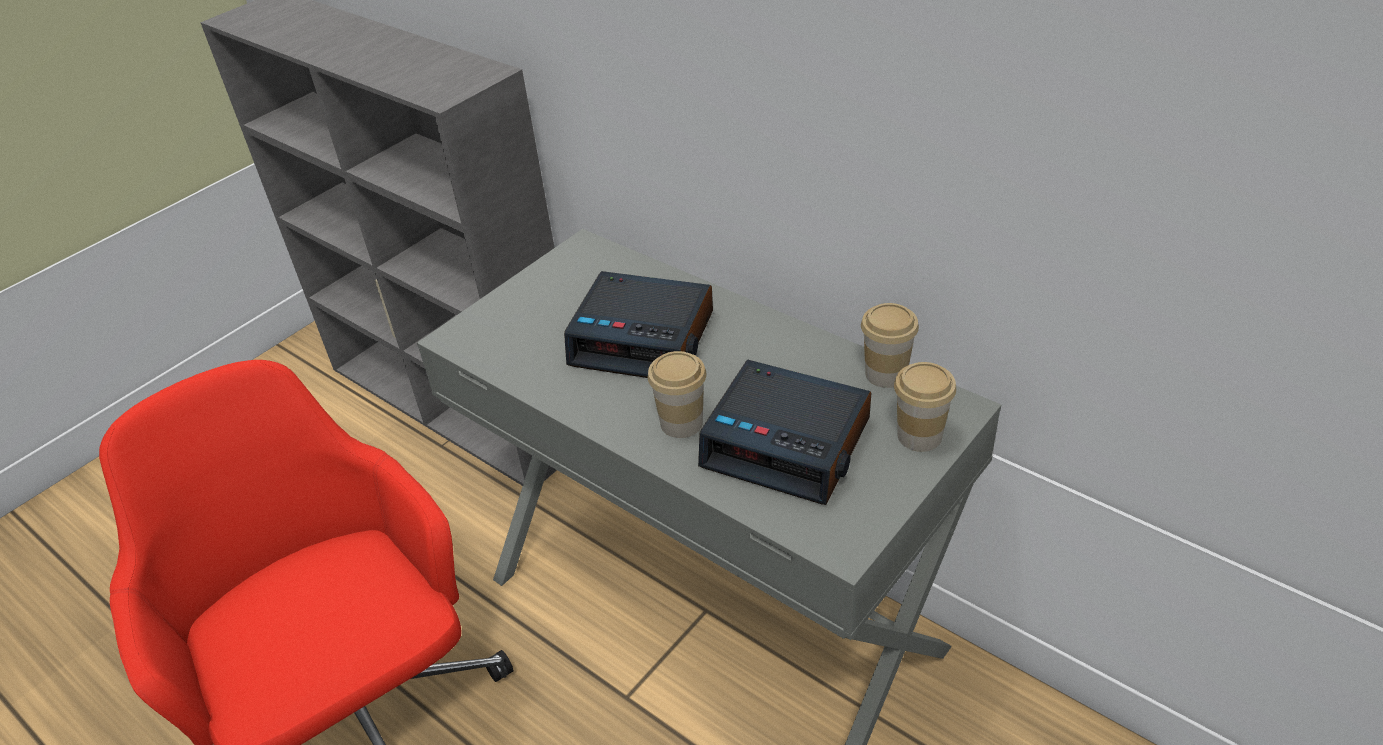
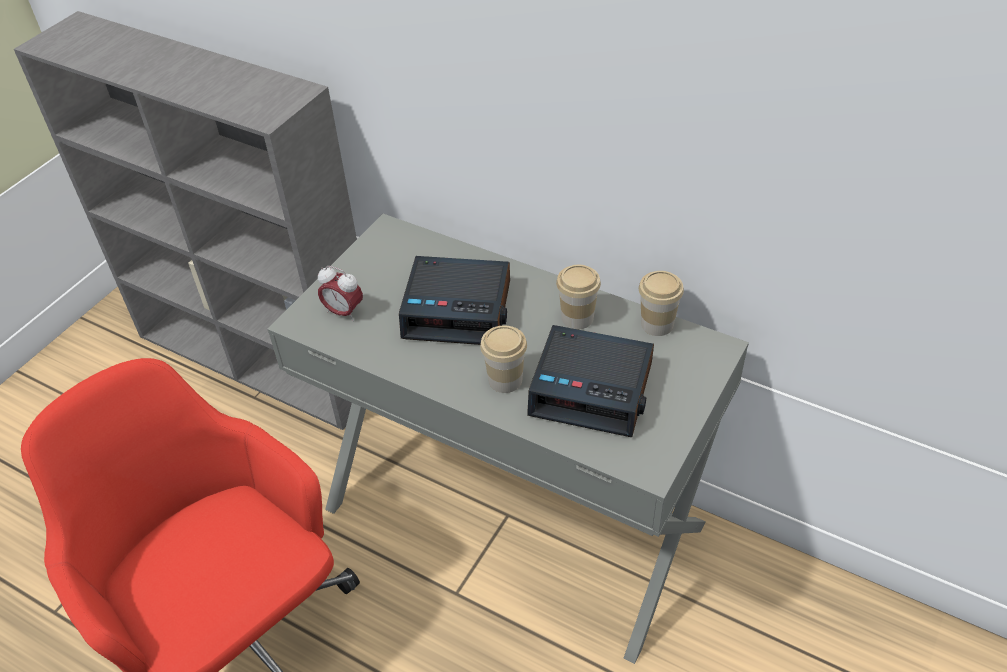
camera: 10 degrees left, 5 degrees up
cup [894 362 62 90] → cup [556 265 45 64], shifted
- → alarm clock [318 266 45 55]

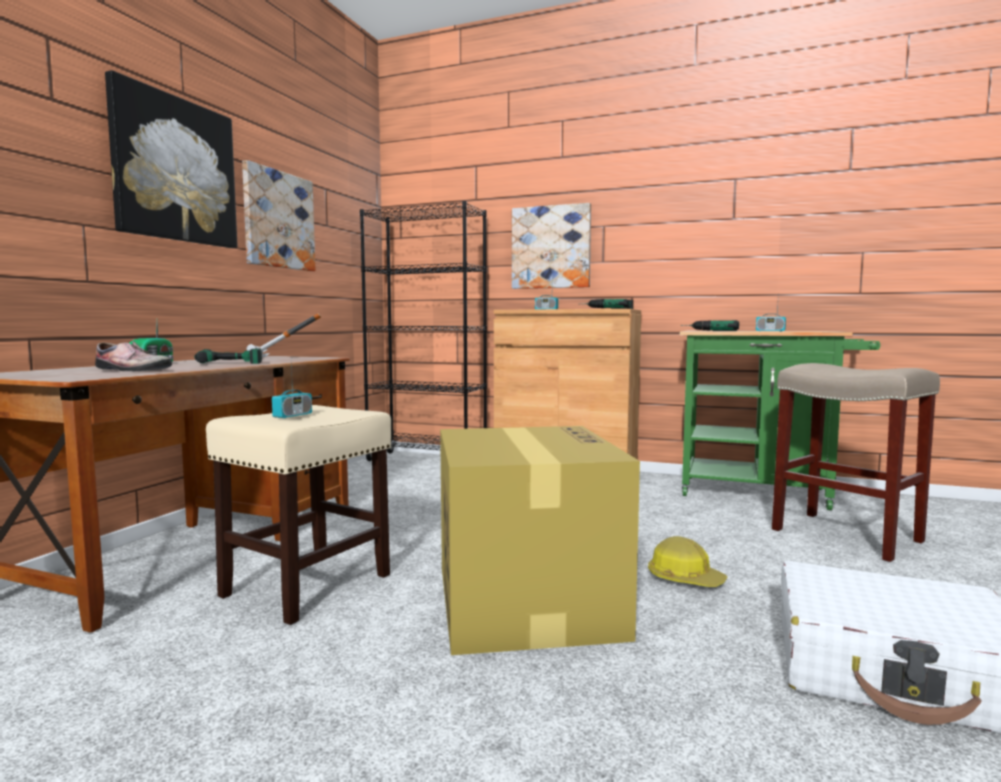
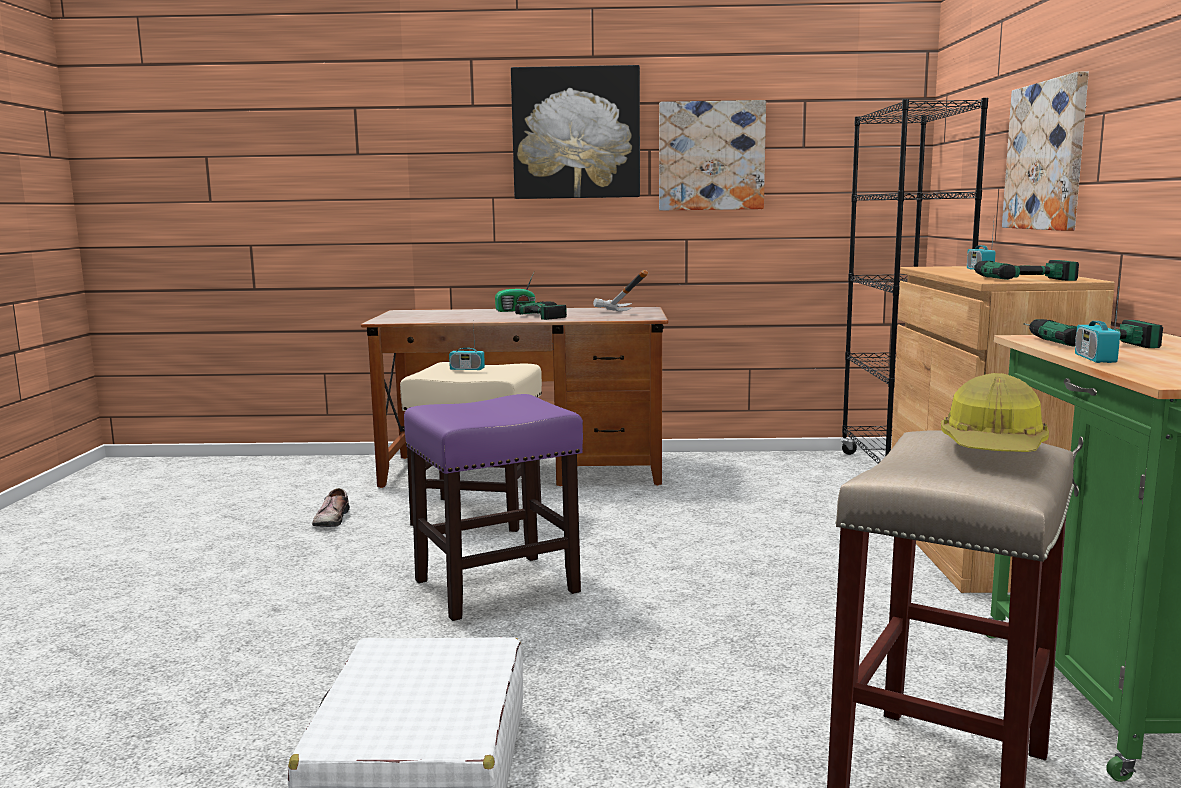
camera: 70 degrees right, 5 degrees up
shoe [95 341 77 30] → shoe [312 488 38 39], shifted
cardboard box [440 426 200 229] → stool (purple) [404 394 179 227]
hard hat [648 536 79 51] → hard hat [941 373 108 79], shifted

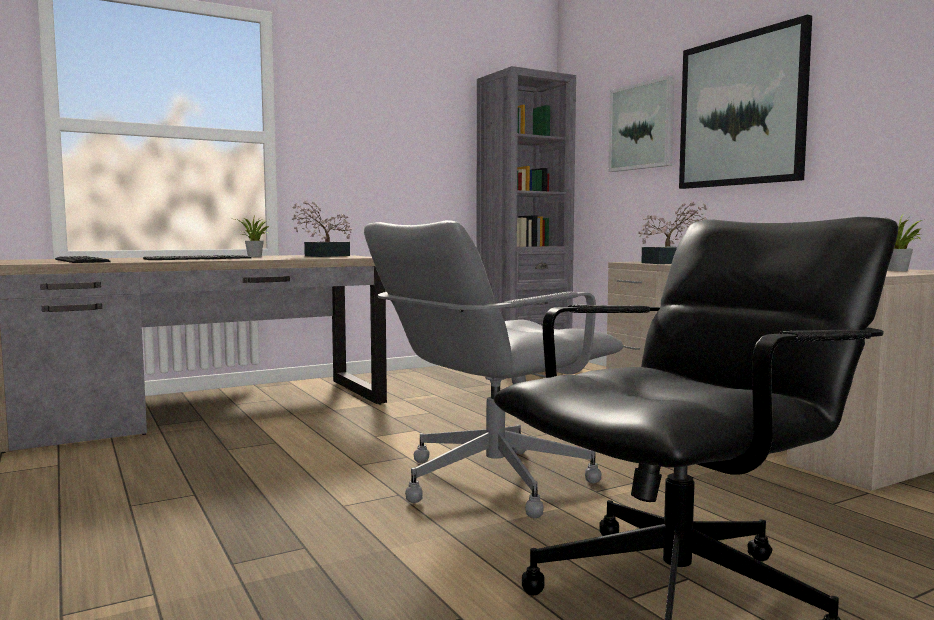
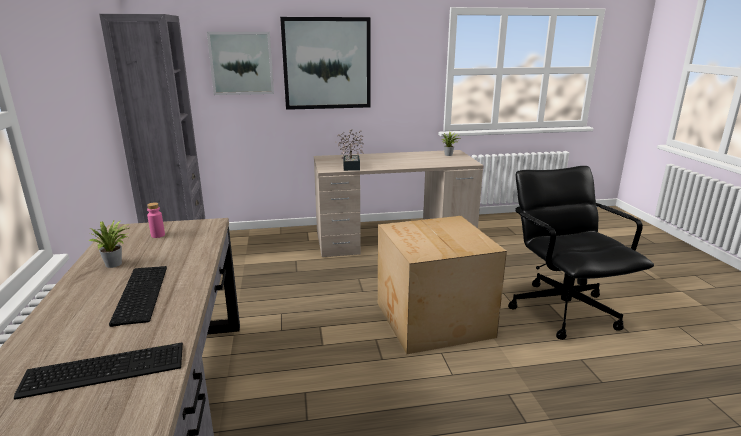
camera: 70 degrees left, 15 degrees up
potted plant [292 201 60 56] → bottle (pink) [147 202 18 36]
office chair (grey) [364 220 259 298] → cardboard box [378 216 129 138]

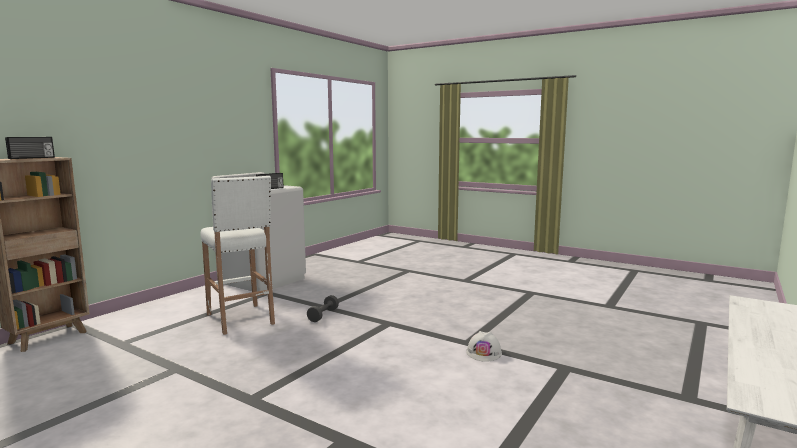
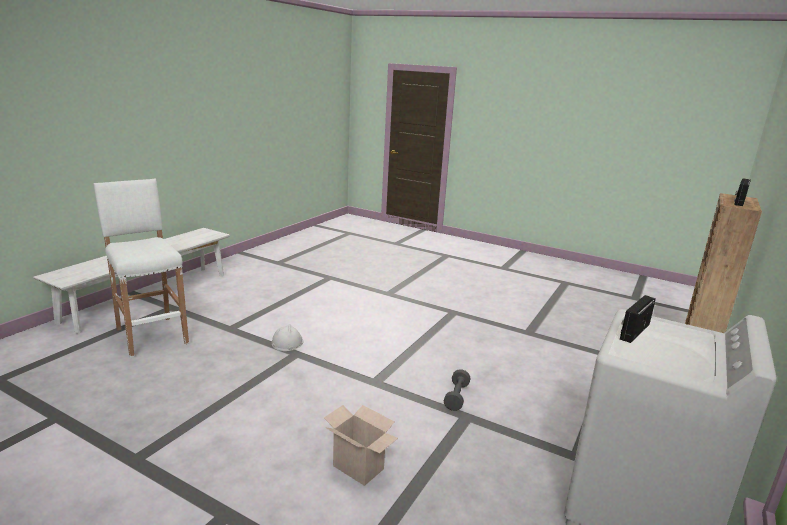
camera: 175 degrees right, 10 degrees up
stool (white) [200 176 75 159] → stool (white) [93 179 96 179], shifted
- → cardboard box [324 405 74 81]

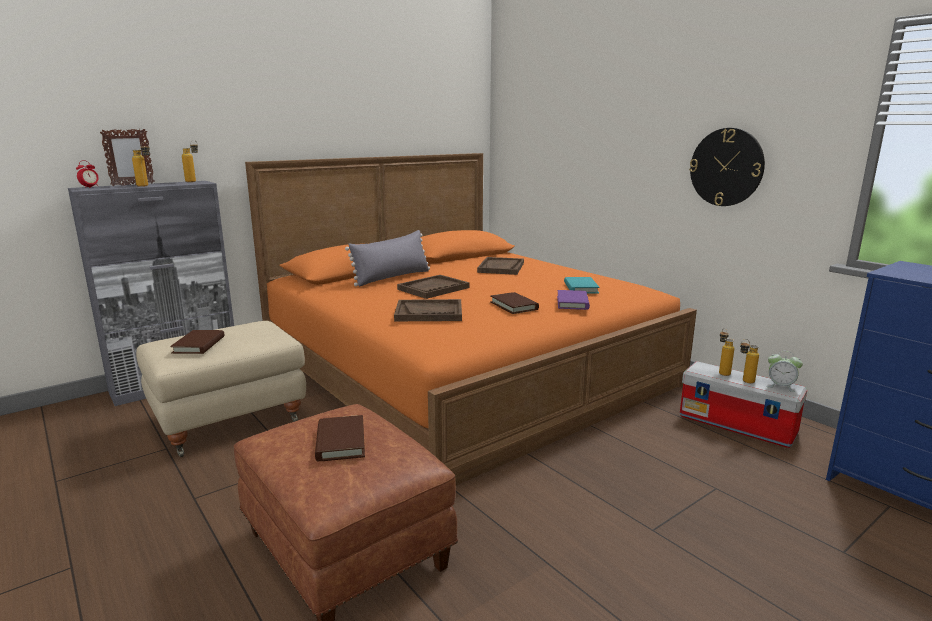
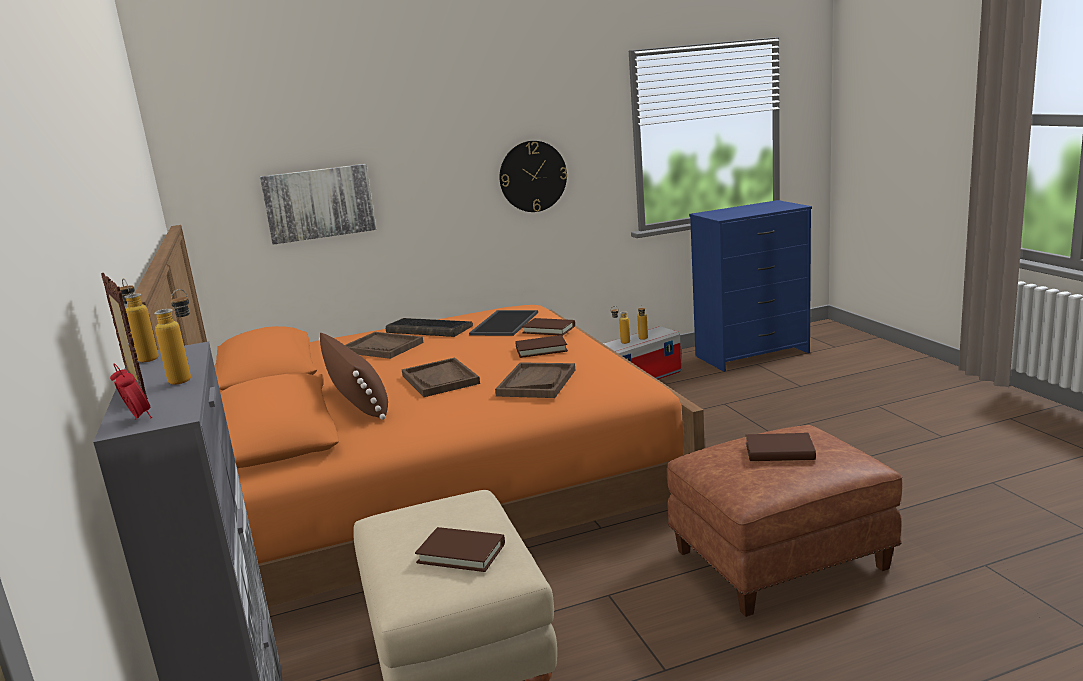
camera: 70 degrees left, 0 degrees up
pillow (grey) [345 230 85 56] → pillow (brown) [319 333 69 87]
book (turquoise) [564 277 36 17] → tray [469 310 69 26]
book (purple) [557 290 33 20] → book (brown) [522 318 53 18]
alarm clock [767 351 36 41] → -
- → picture [260 164 116 81]
- → keyboard [386 318 87 19]

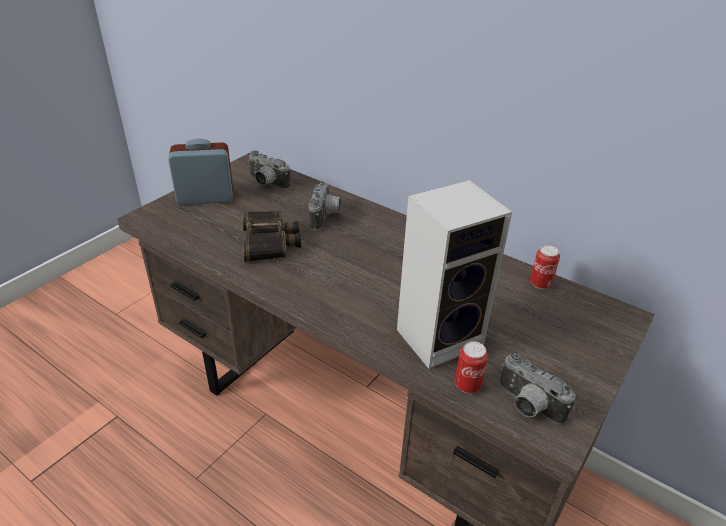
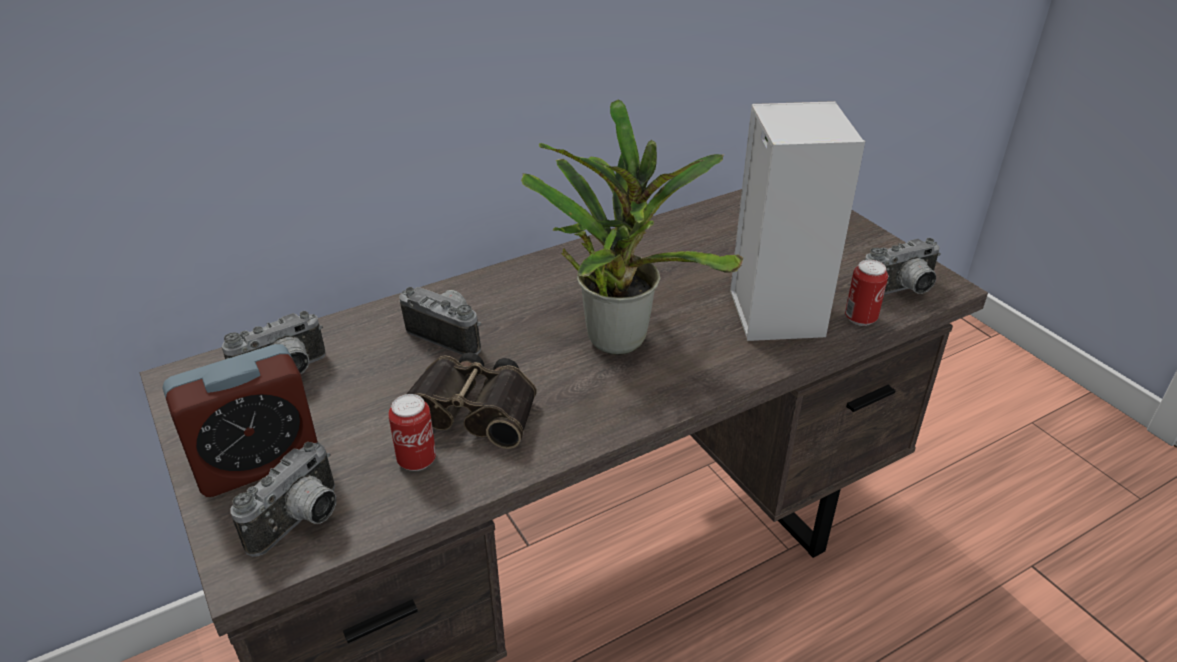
camera: 65 degrees left, 0 degrees up
alarm clock [168 138 65 67] → alarm clock [162 344 156 153], 135 degrees counterclockwise
can [530 245 30 44] → can [388 394 48 77], shifted
- → potted plant [521 99 222 256]
- → photo camera [230 442 106 115]

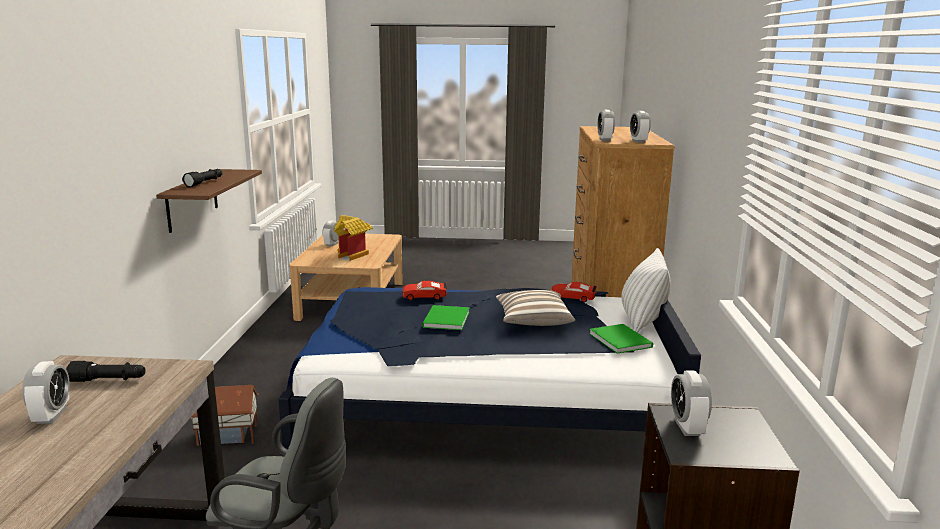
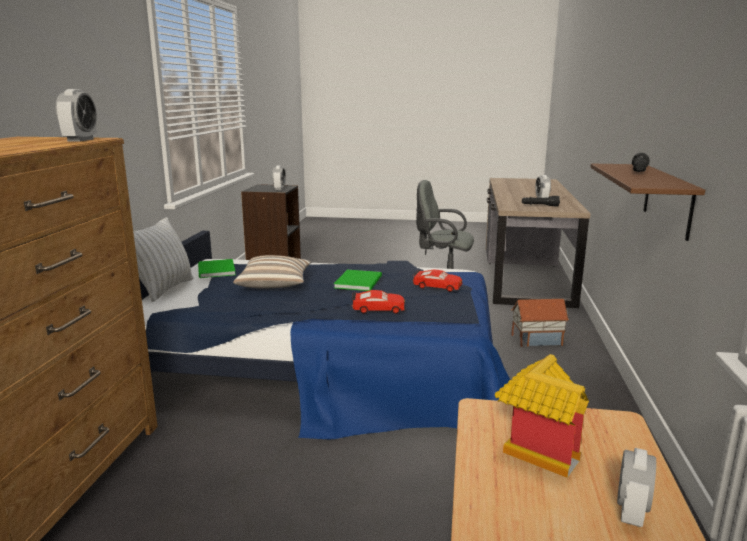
camera: 175 degrees left, 0 degrees up
alarm clock [630 111 21 32] → -
toy car (red) [551 282 46 20] → toy car (red) [413 269 49 23], shifted

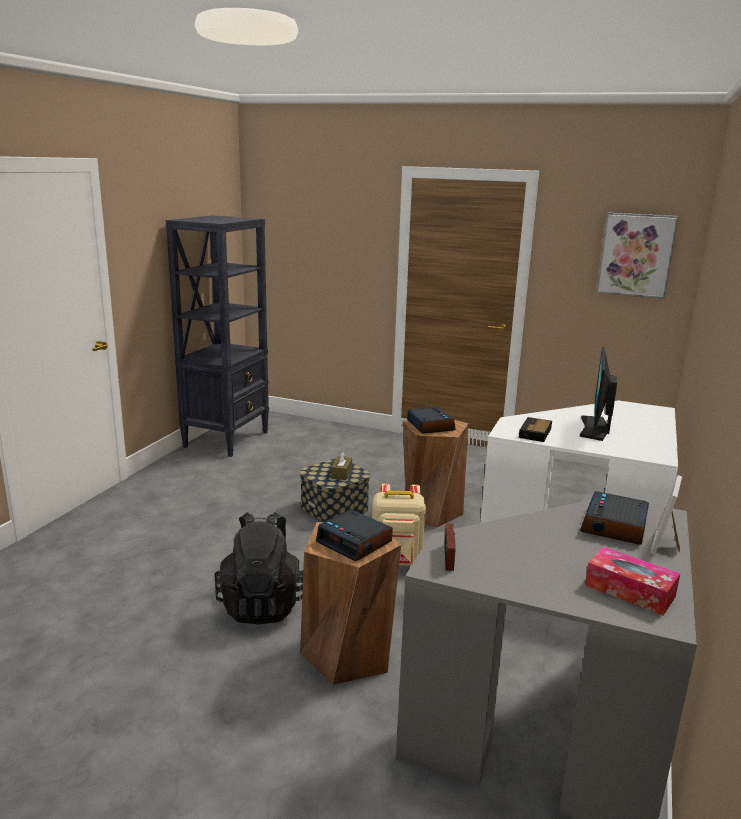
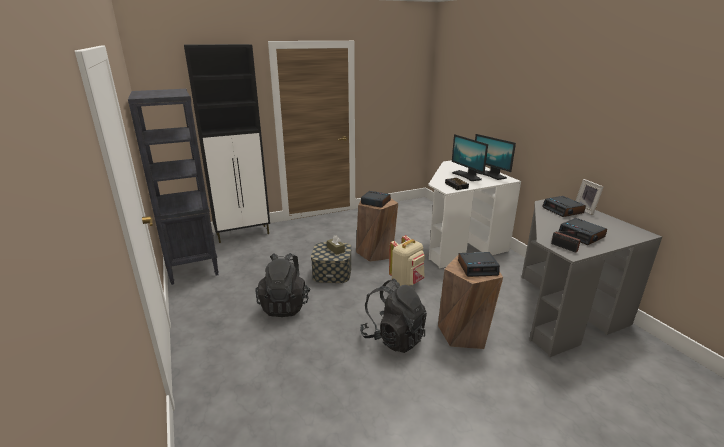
camera: 45 degrees left, 5 degrees up
picture [596 212 82 87] → -
tissue box [585 547 95 69] → -
- → cabinet (black) [184 44 86 199]
- → monitor [475 134 41 46]
- → alarm clock [559 218 48 27]
- → backpack (black) [256 253 54 64]

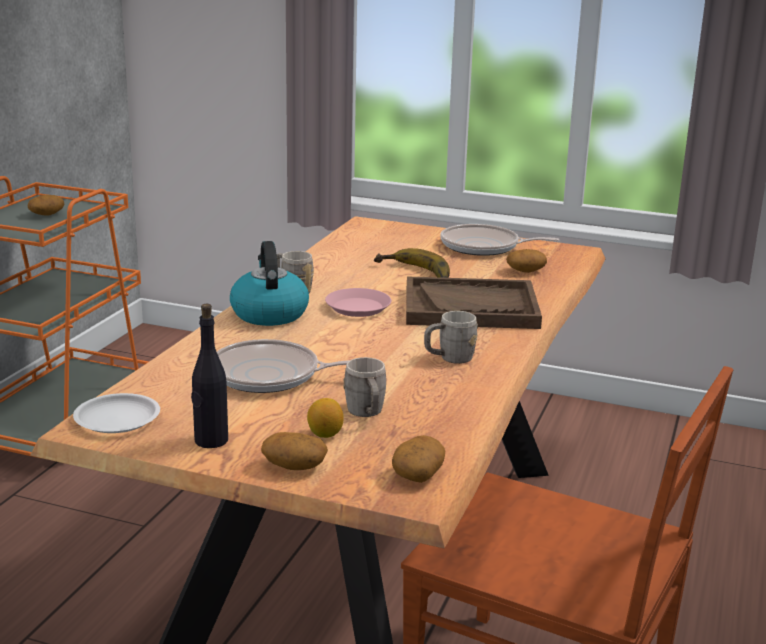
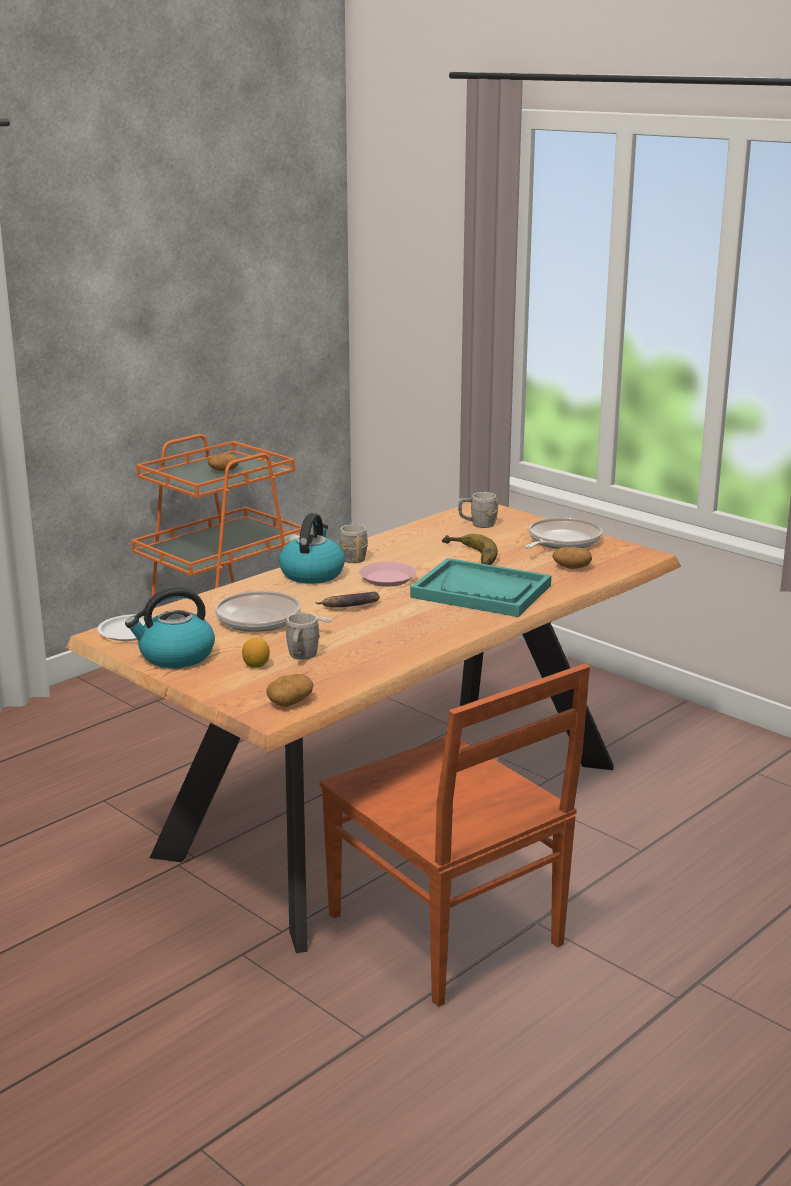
camera: 25 degrees right, 0 degrees up
frying pan [440 224 120 32] → frying pan [525 517 78 32], 90 degrees clockwise
tray (brown) [406 276 136 53] → tray (turquoise) [410 558 141 59]
bottle (black) [191 304 37 144] → kettle [125 587 90 81]
mug (grey) [424 311 54 53] → mug (grey) [458 492 40 36], shifted
potato [261 432 67 38] → -
- → banana [315 592 65 15]

